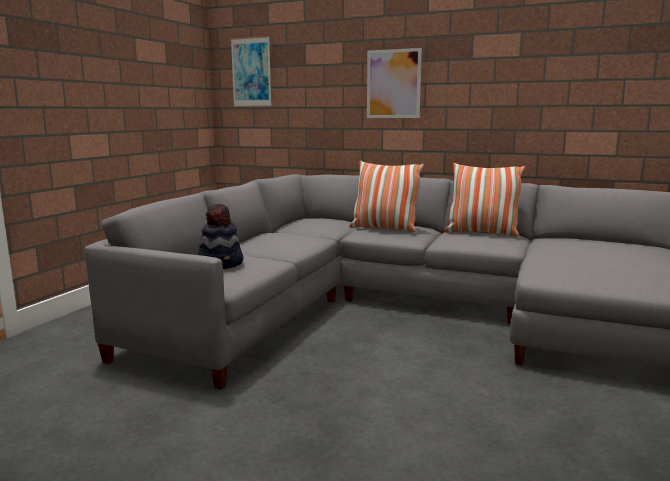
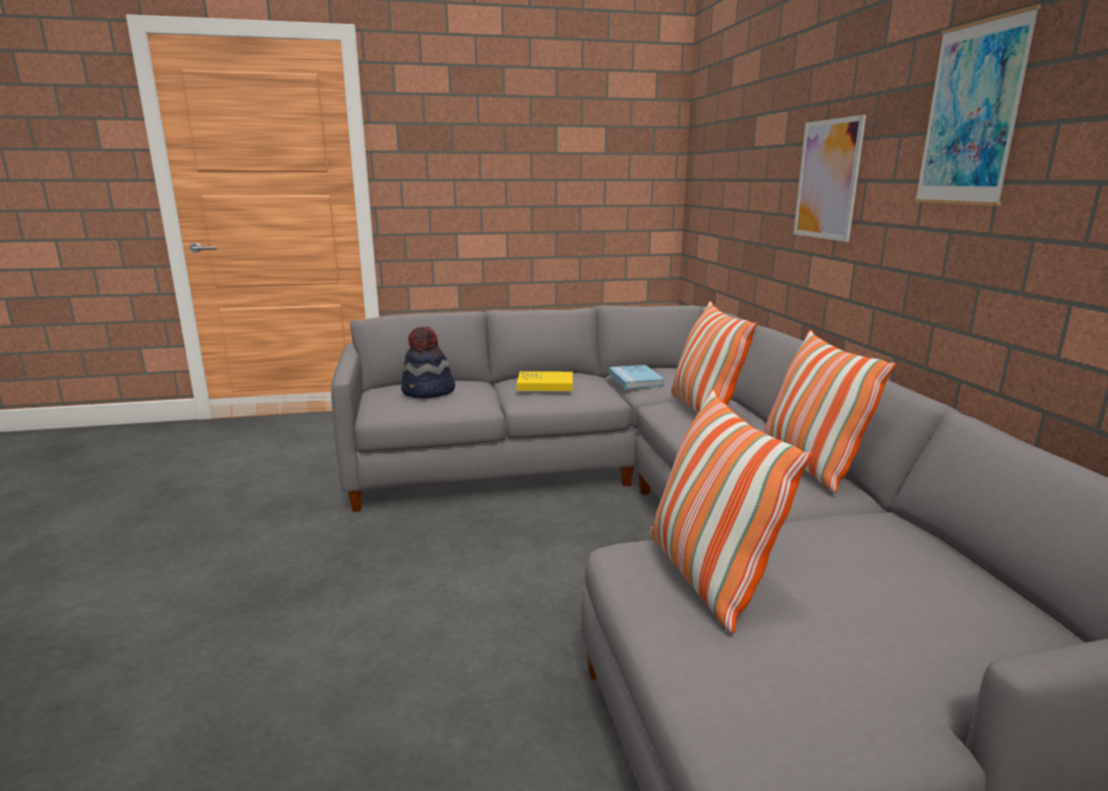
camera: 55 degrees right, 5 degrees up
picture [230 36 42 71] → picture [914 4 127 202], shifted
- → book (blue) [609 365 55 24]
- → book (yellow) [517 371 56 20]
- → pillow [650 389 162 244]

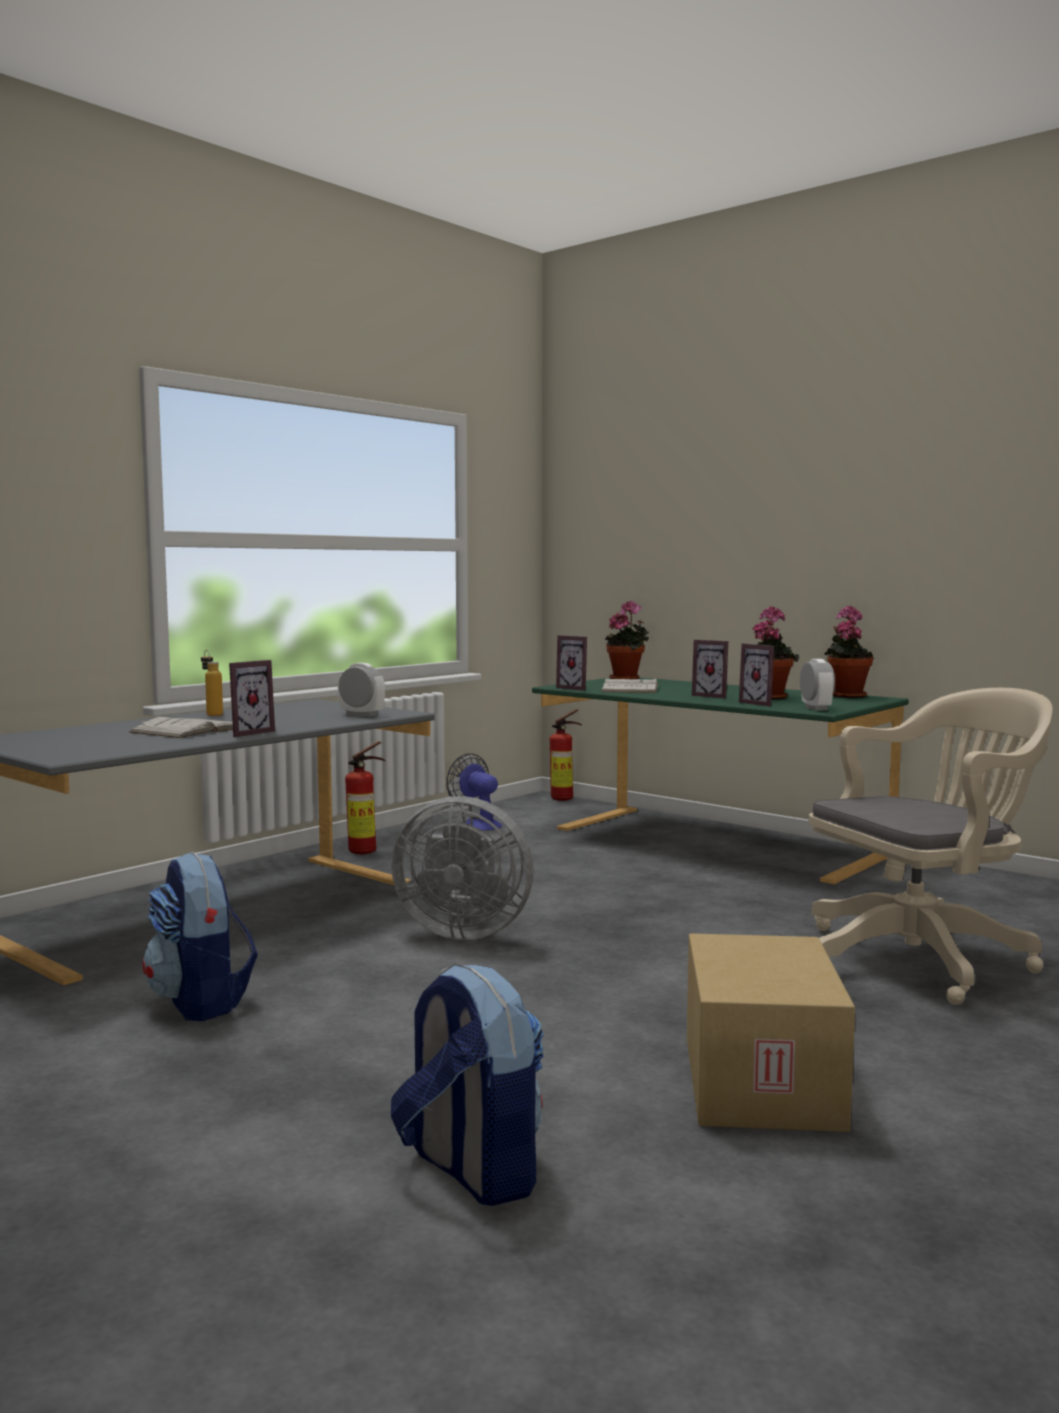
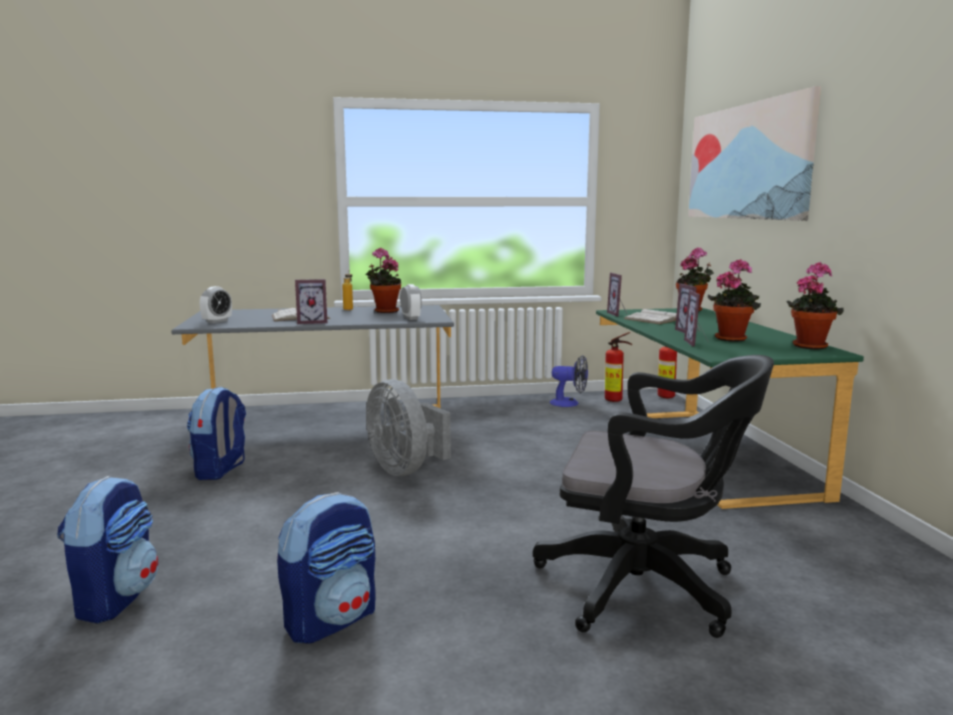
camera: 40 degrees right, 5 degrees up
alarm clock [800 659 35 52] → alarm clock [200 286 32 37], shifted
office chair (beige) [808 688 245 317] → office chair (black) [533 355 241 283]
fire extinguisher [345 741 41 113] → fire extinguisher [605 332 27 70], shifted
fan [446 753 56 78] → fan [550 355 38 52], 105 degrees clockwise
cardboard box [687 933 168 199] → backpack [277 492 98 152]
- → picture [688 86 133 135]
- → potted plant [366 248 35 65]

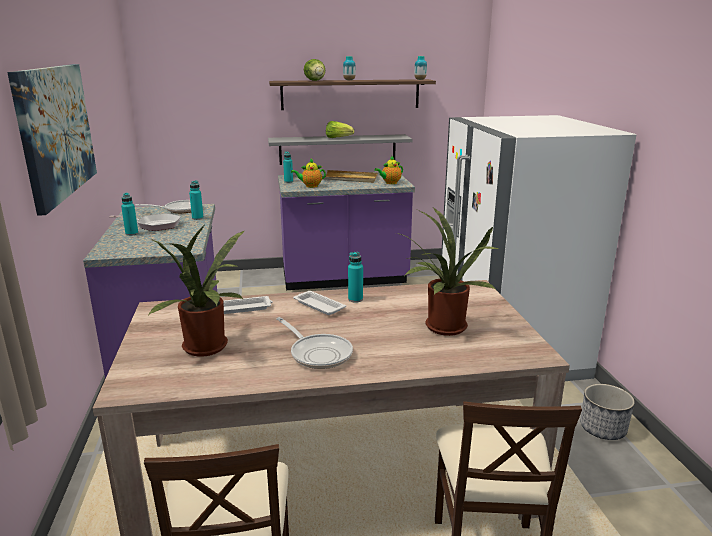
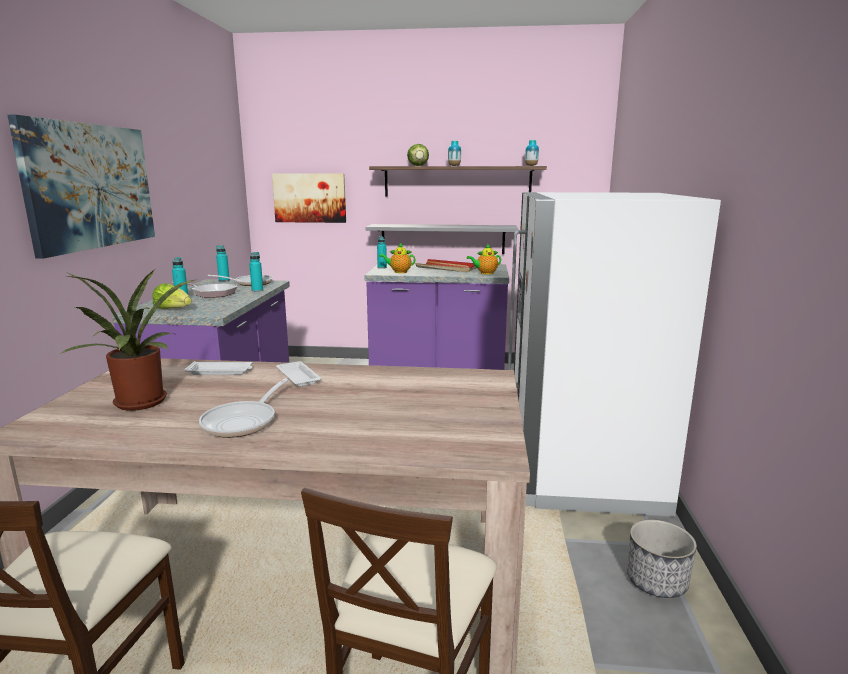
camera: 15 degrees right, 5 degrees down
lettuce [326 121 28 17] → lettuce [152 283 39 26], shifted
tray (beige) [322 170 56 13] → tray (red) [415 259 62 13]
potted plant [396 207 103 129] → -
bottle (turquoise) [348 252 15 51] → bottle (turquoise) [216 245 14 37], shifted
frying pan [276 317 77 52] → frying pan [199 379 89 59], 45 degrees clockwise
- → picture [272 174 74 49]

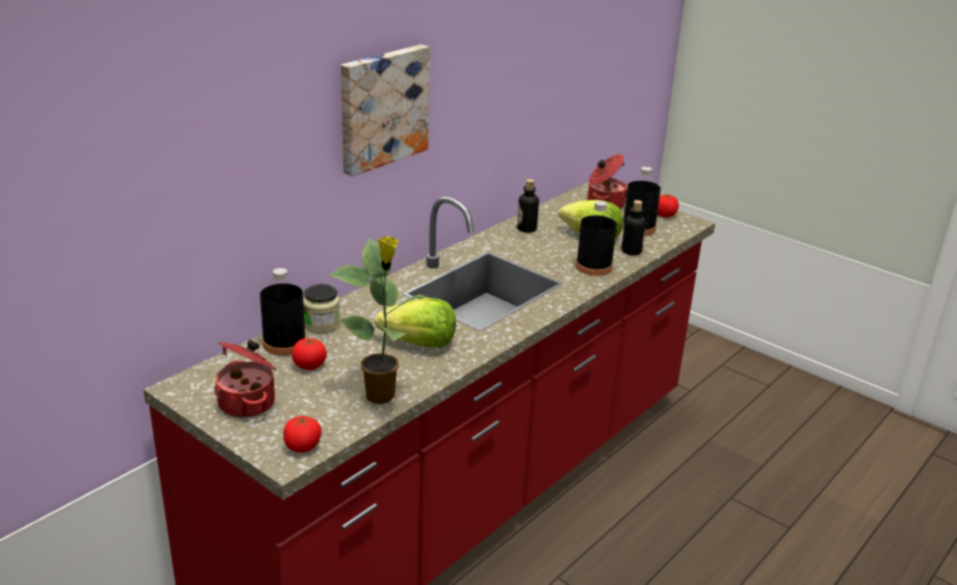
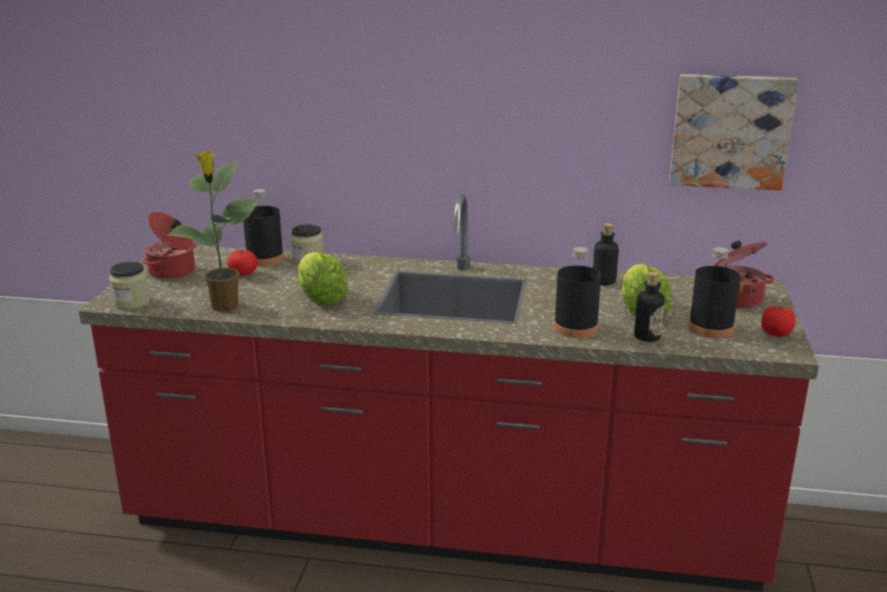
camera: 60 degrees right, 5 degrees down
picture [341 45 89 132] → picture [669 74 130 116], shifted
tomato [283 415 38 38] → jar [109 262 41 47]

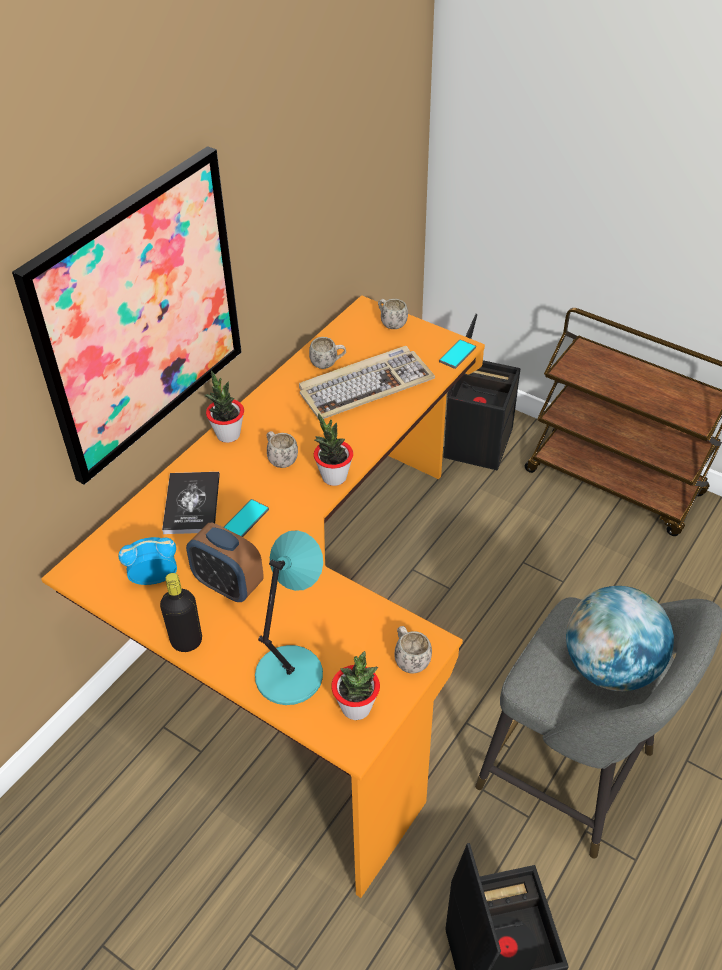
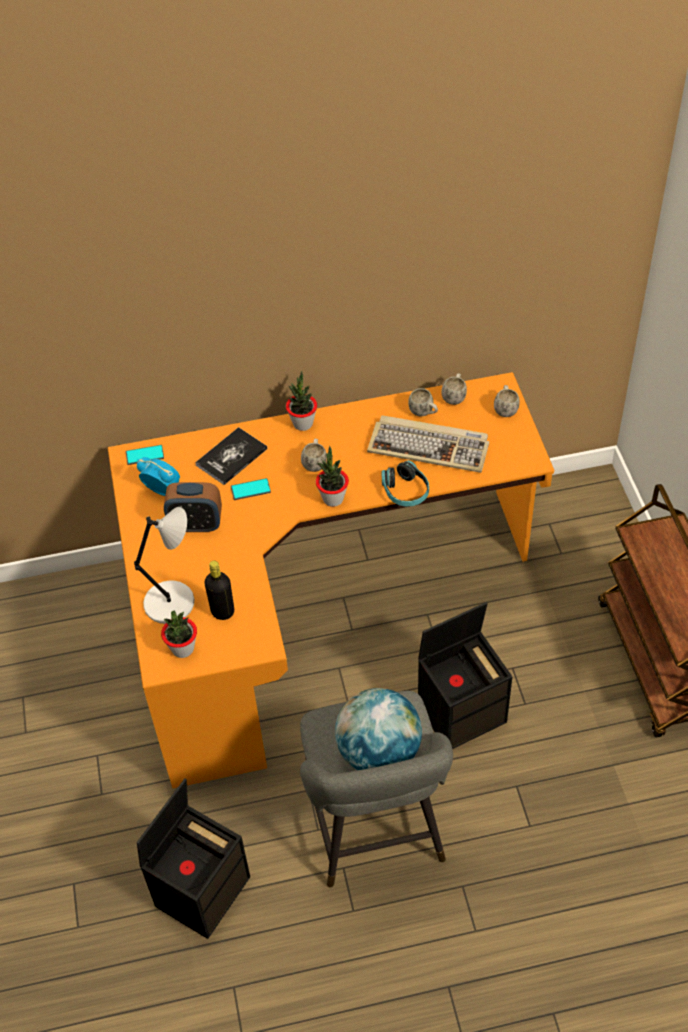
camera: 45 degrees right, 5 degrees up
picture [12 146 230 339] → -
storage box (black) [444 314 76 156] → storage box (black) [418 602 94 147], shifted
phone [439 340 37 29] → phone [126 445 38 20], shifted
alarm clock [186 523 78 79] → alarm clock [164 482 58 50], 75 degrees counterclockwise
table lamp (turquoise) [255 530 68 175] → table lamp (grey) [134 507 60 117]
bottle (black) [160 573 42 79] → bottle (black) [204 561 30 59], shifted
mug (white) [394 626 38 47] → mug (white) [442 373 25 32], shifted
- → headphones [382 460 47 47]

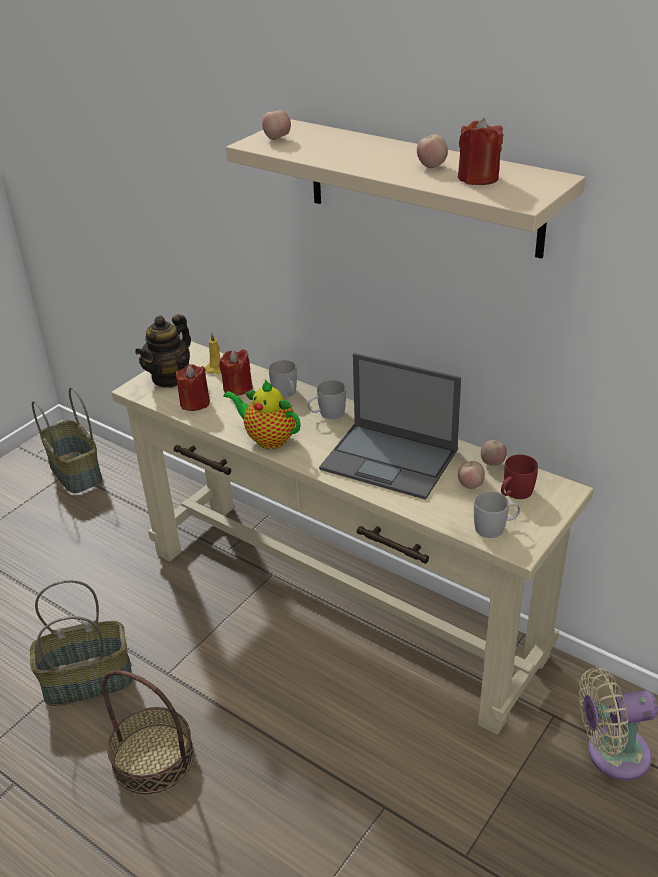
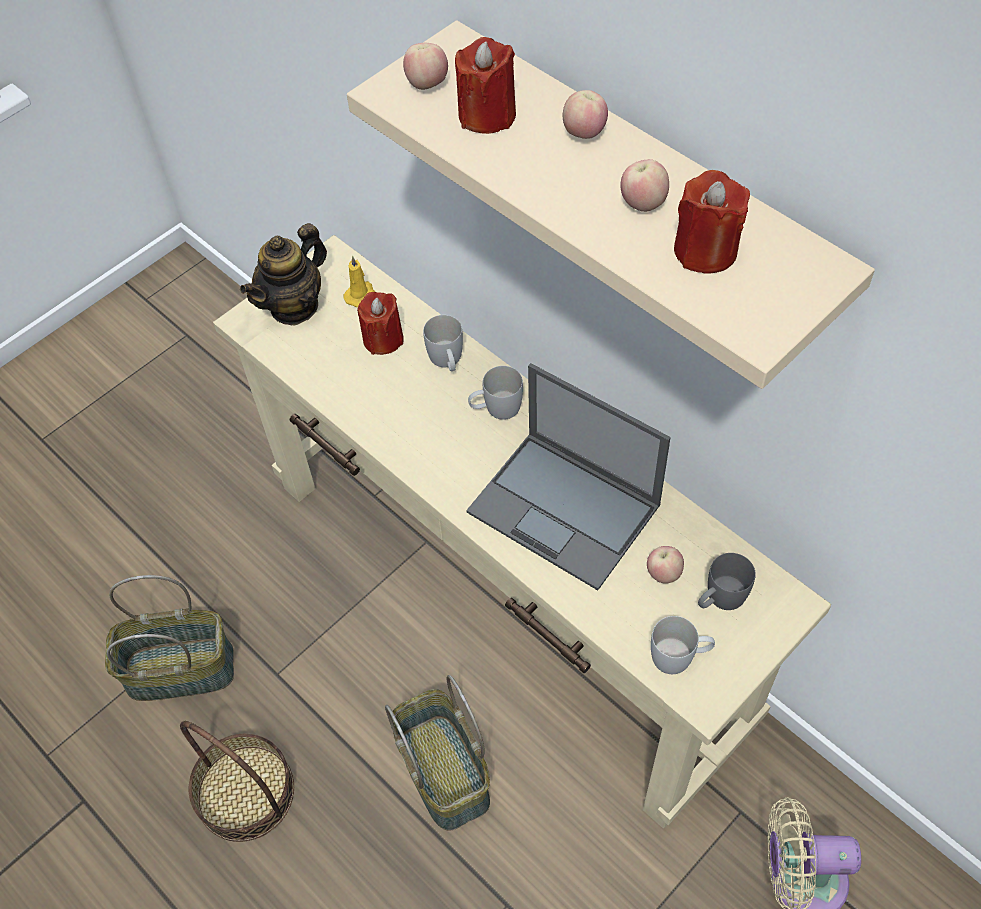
camera: 10 degrees right, 20 degrees up
candle (red) [176 364 34 47] → candle (red) [455 37 61 97], shifted
teapot [223 380 78 69] → -
basket [32 387 70 107] → basket [385 675 105 155], shifted
apple [481 440 26 26] → apple [563 90 45 49], shifted
mug (red) [501 455 37 44] → mug (grey) [698 553 58 57]

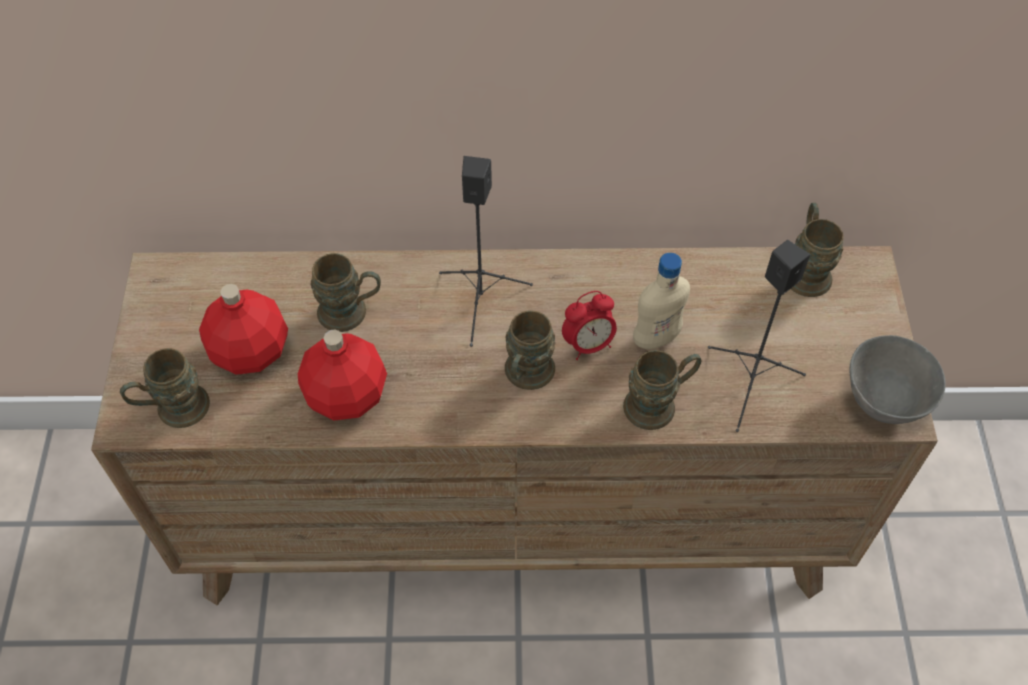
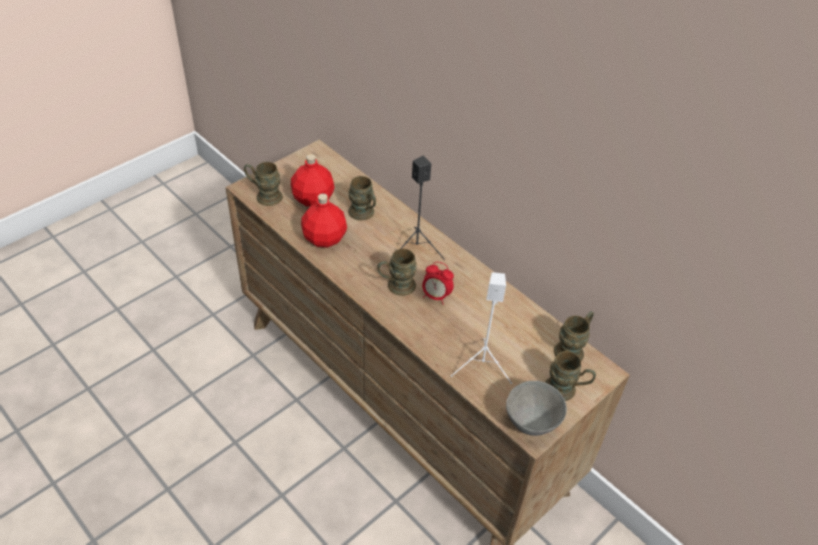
camera: 45 degrees right, 10 degrees down
speaker (black) [708 240 102 192] → speaker (white) [451 272 61 112]
bottle (beige) [633 253 57 97] → -
mug (brown) [623 350 79 80] → mug (brown) [545 351 51 50], shifted

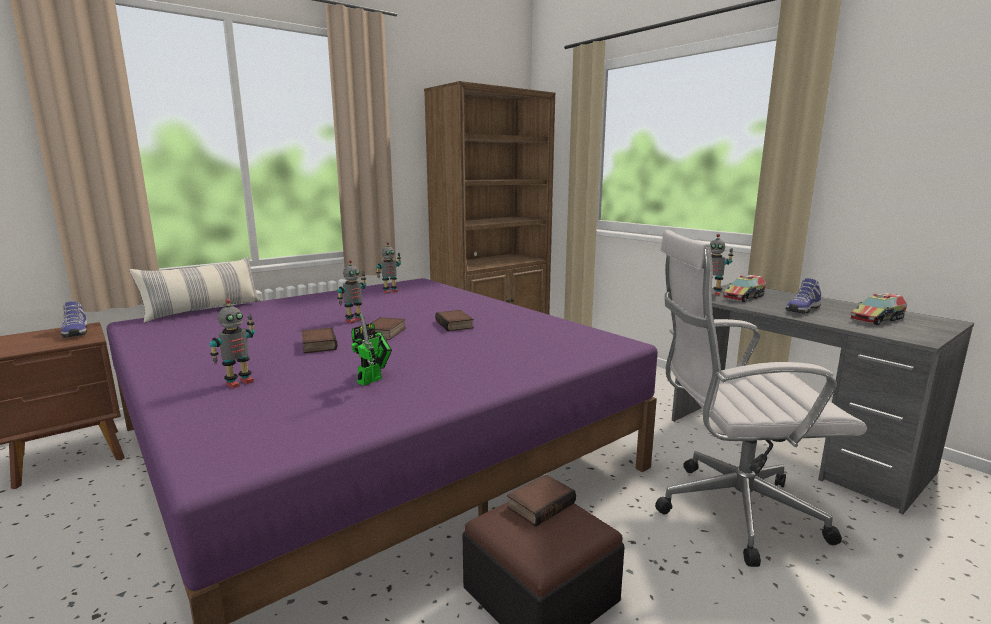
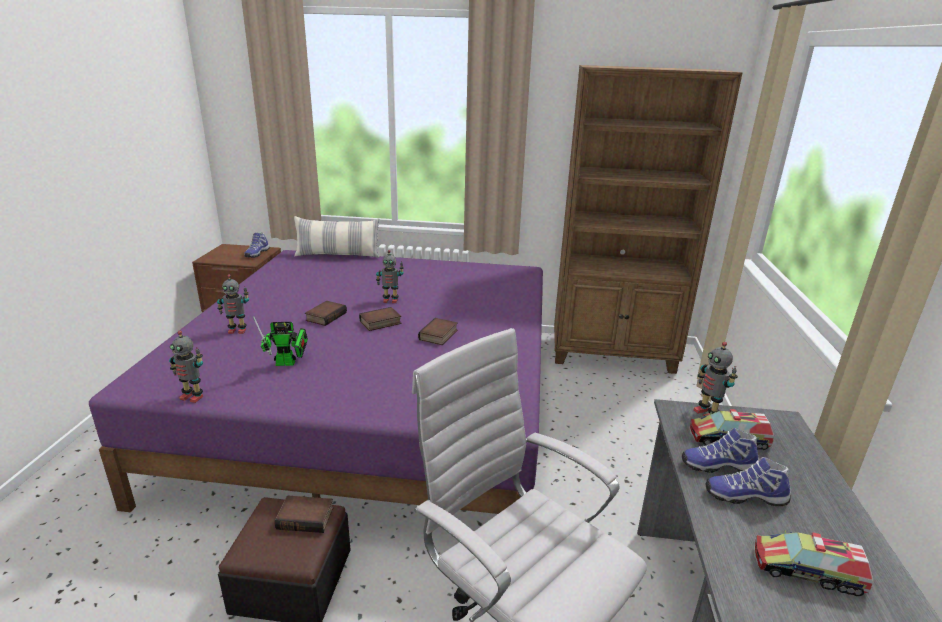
camera: 45 degrees right, 10 degrees up
toy robot [376 242 25 51] → toy robot [169 331 34 72], shifted
- → shoe [682 428 77 45]

